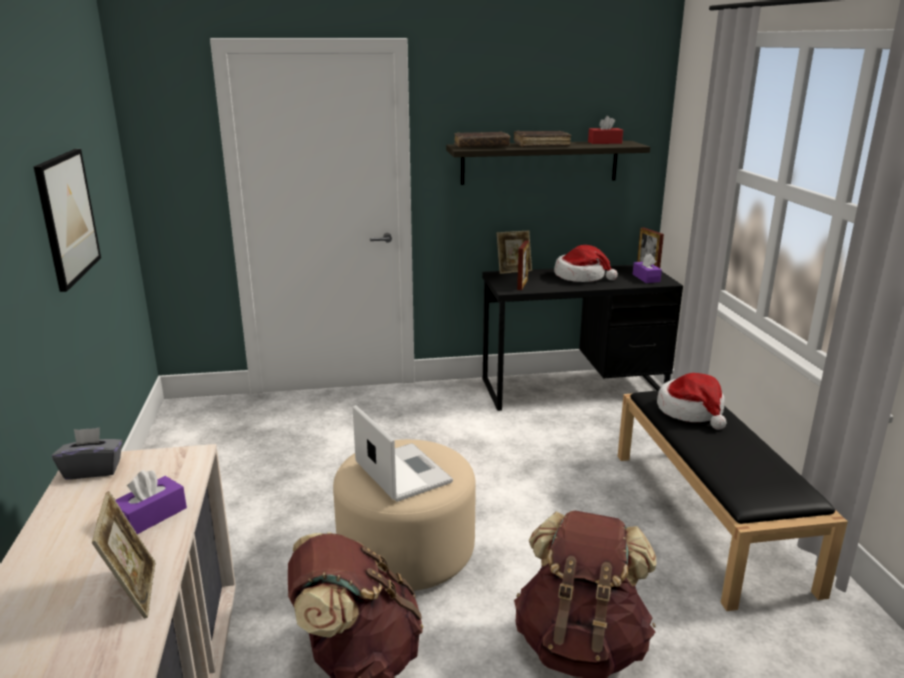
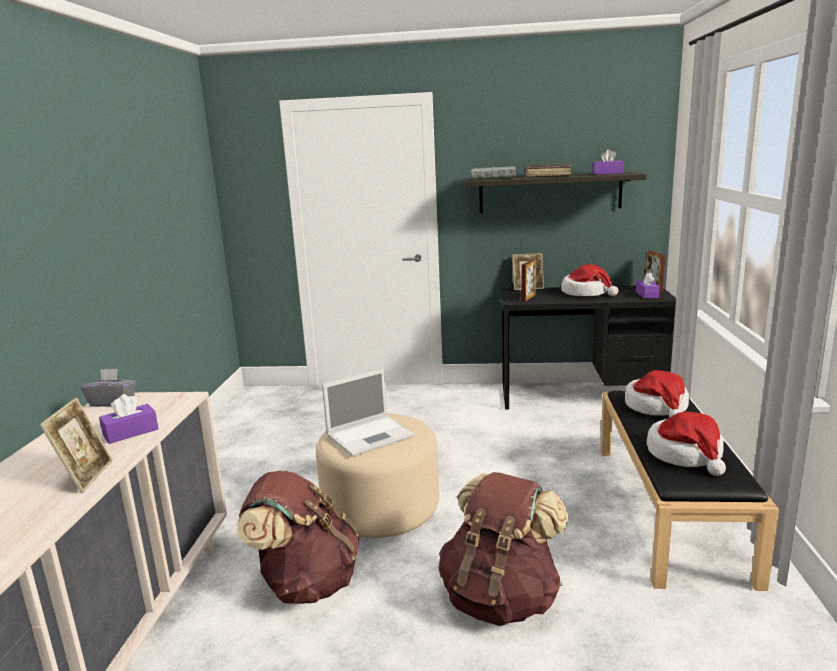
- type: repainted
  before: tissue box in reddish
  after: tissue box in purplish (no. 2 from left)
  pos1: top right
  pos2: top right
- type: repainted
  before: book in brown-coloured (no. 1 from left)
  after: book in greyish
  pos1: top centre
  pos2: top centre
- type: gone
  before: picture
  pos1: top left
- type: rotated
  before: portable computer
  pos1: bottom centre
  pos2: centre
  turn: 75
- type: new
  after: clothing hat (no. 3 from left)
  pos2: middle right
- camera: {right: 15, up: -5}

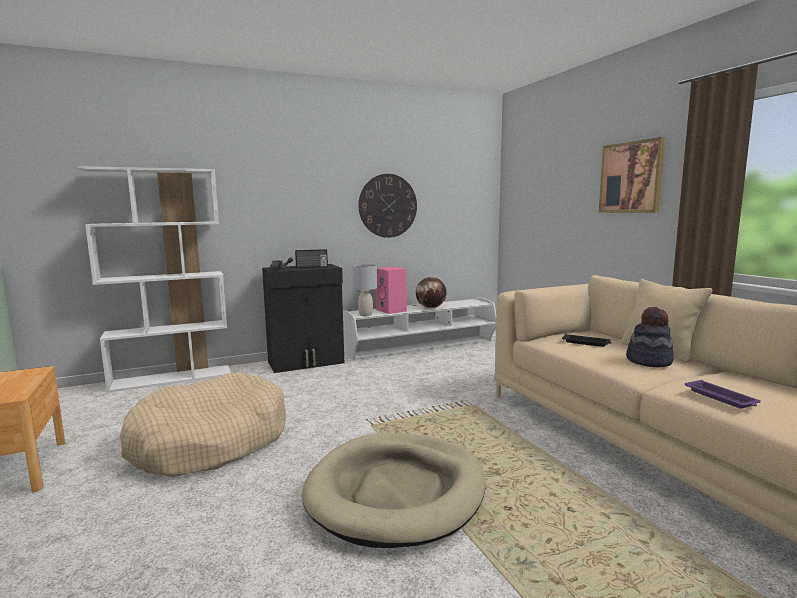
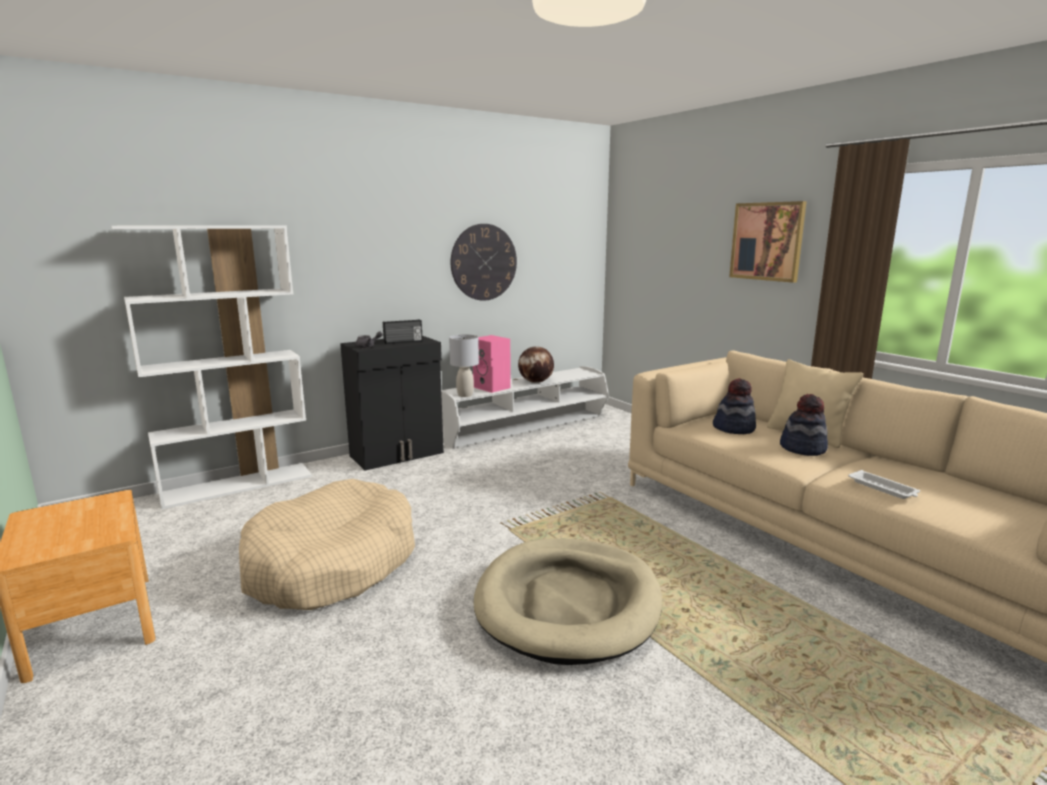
- type: swapped
  before: serving tray in black
  after: clothing hat (no. 1 from left)
  pos1: middle right
  pos2: middle right
- type: repainted
  before: serving tray in purplish
  after: serving tray in whitish
  pos1: middle right
  pos2: middle right
- camera: {right: -10, up: 5}

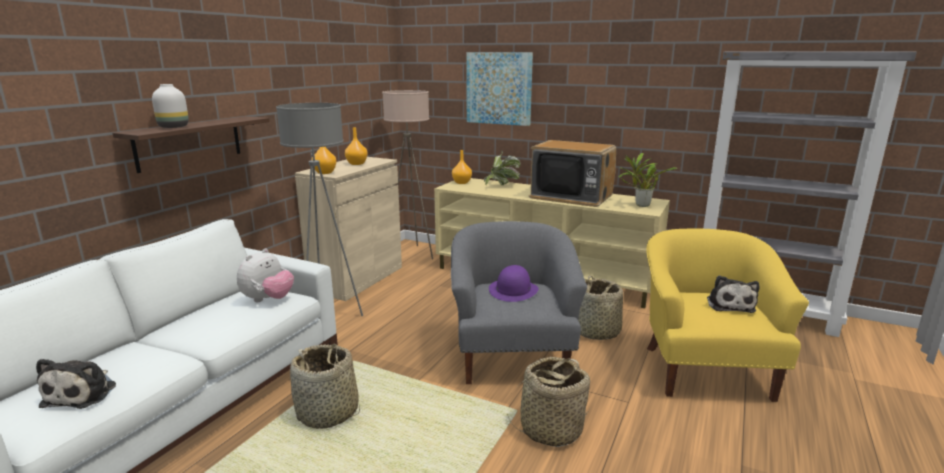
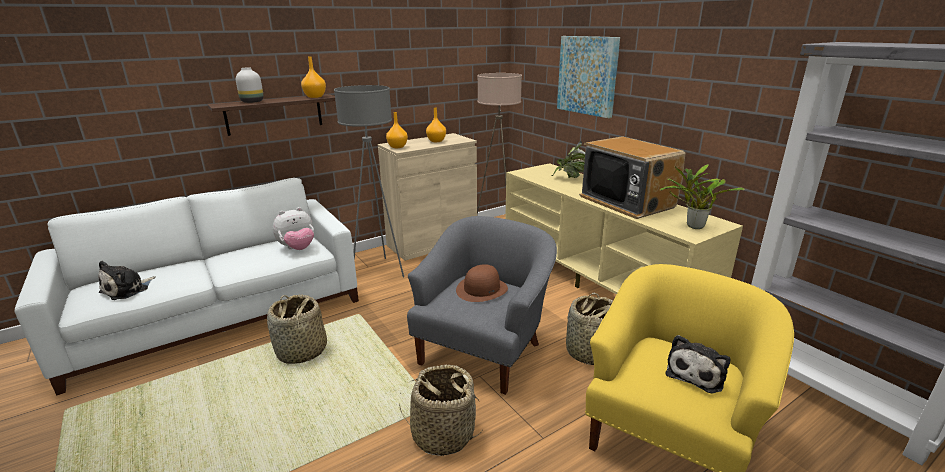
- type: shifted
  before: flower vase in orange-coloured (no. 3 from left in the first image)
  after: flower vase in orange-coloured (no. 1 from left)
  pos1: centre
  pos2: top left
- type: repainted
  before: clothing hat in purplish
  after: clothing hat in brown-coloured
  pos1: centre
  pos2: centre
- camera: {right: 30, up: 5}

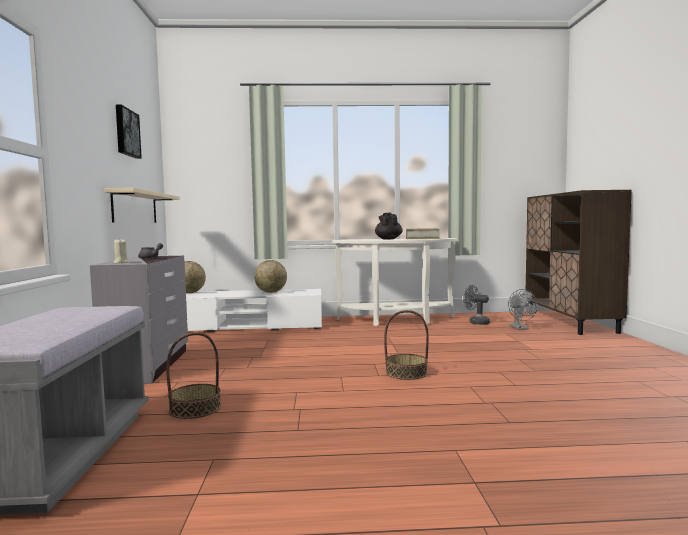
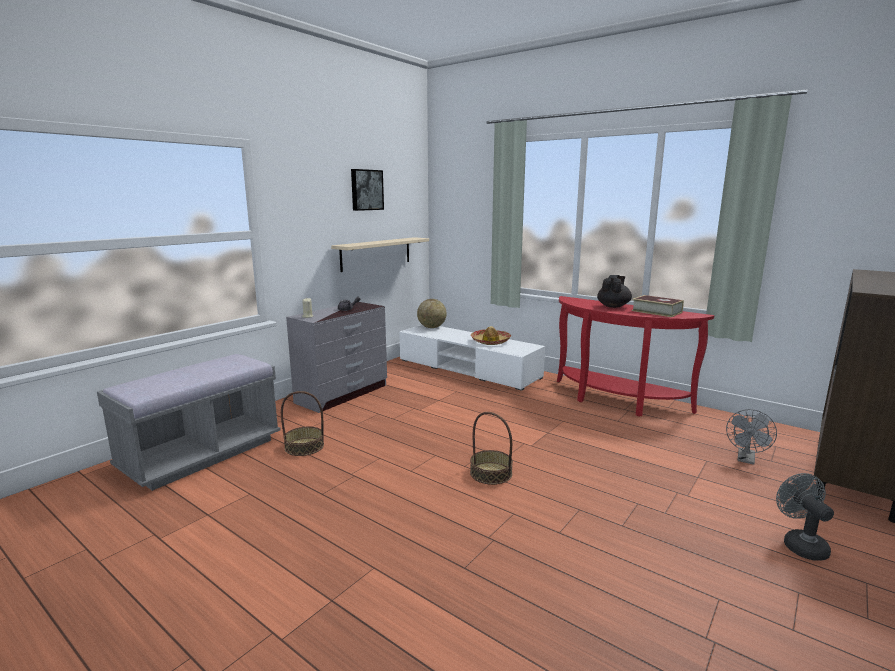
- type: repainted
  before: narrow table in whitish
  after: narrow table in reddish
  pos1: centre
  pos2: middle right
- type: swapped
  before: desk globe (no. 2 from left)
  after: clothing hat
  pos1: centre
  pos2: centre
- type: shifted
  before: cooling fan in greyish (no. 1 from left in the first image)
  after: cooling fan in greyish (no. 2 from left)
  pos1: middle right
  pos2: bottom right
- camera: {right: 40, up: 10}

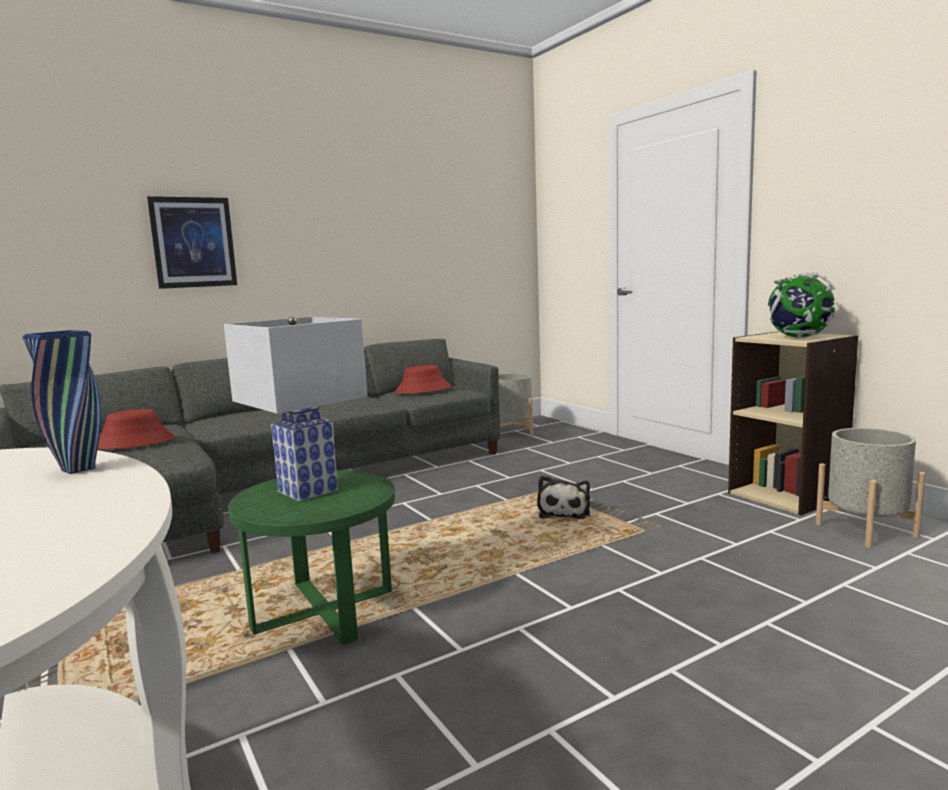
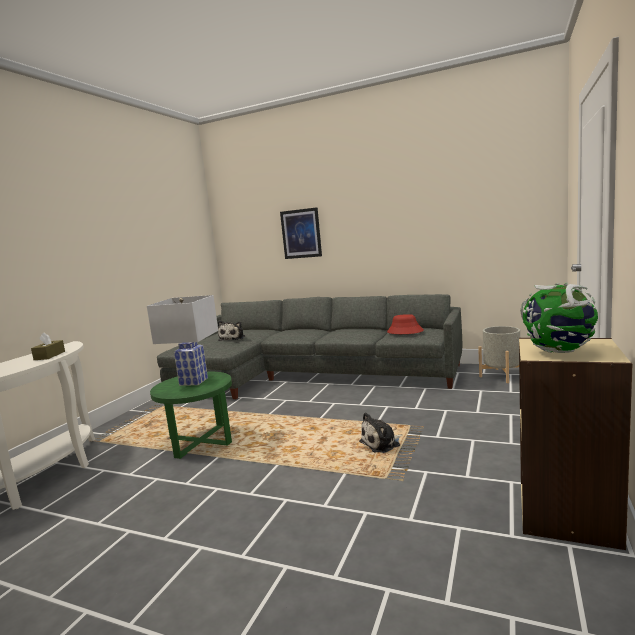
- type: swapped
  before: flower vase in bluish
  after: tissue box in brown-coloured
  pos1: middle left
  pos2: middle left
- type: swapped
  before: clothing hat in reddish (no. 1 from left)
  after: cuddly toy (no. 1 from left)
  pos1: middle left
  pos2: centre
- type: gone
  before: planter in greyish (no. 2 from left)
  pos1: middle right
- camera: {right: 55, up: 0}

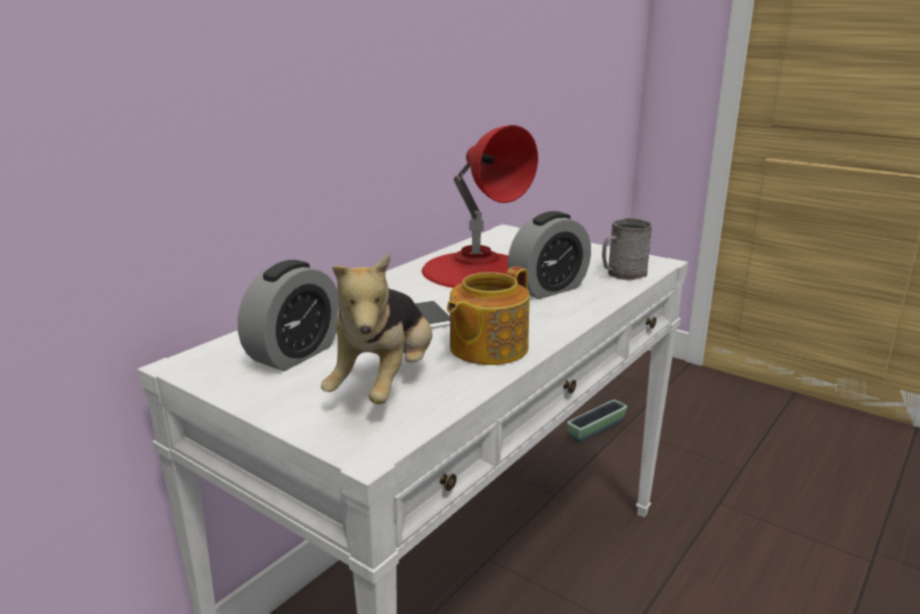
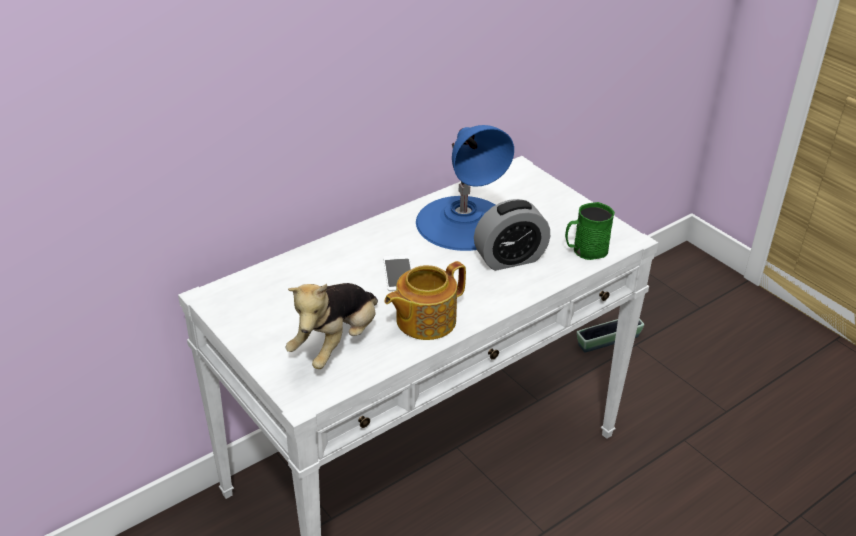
- type: repainted
  before: lamp for a table in reddish
  after: lamp for a table in bluish
  pos1: centre
  pos2: centre
- type: repainted
  before: mug in greyish
  after: mug in greenish
  pos1: middle right
  pos2: middle right
- type: gone
  before: alarm clock (no. 1 from left)
  pos1: middle left
- camera: {right: 15, up: 15}

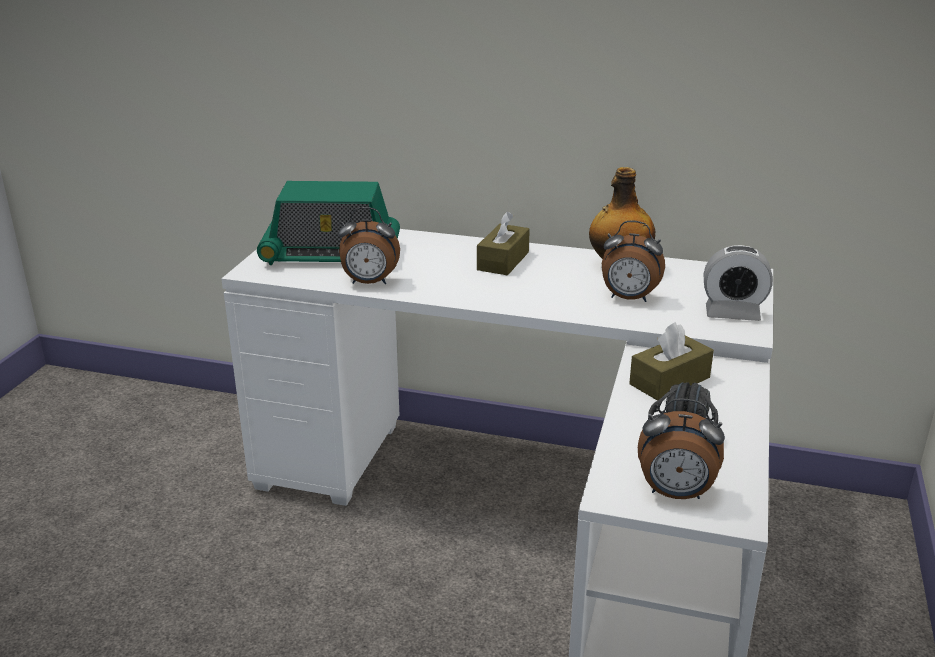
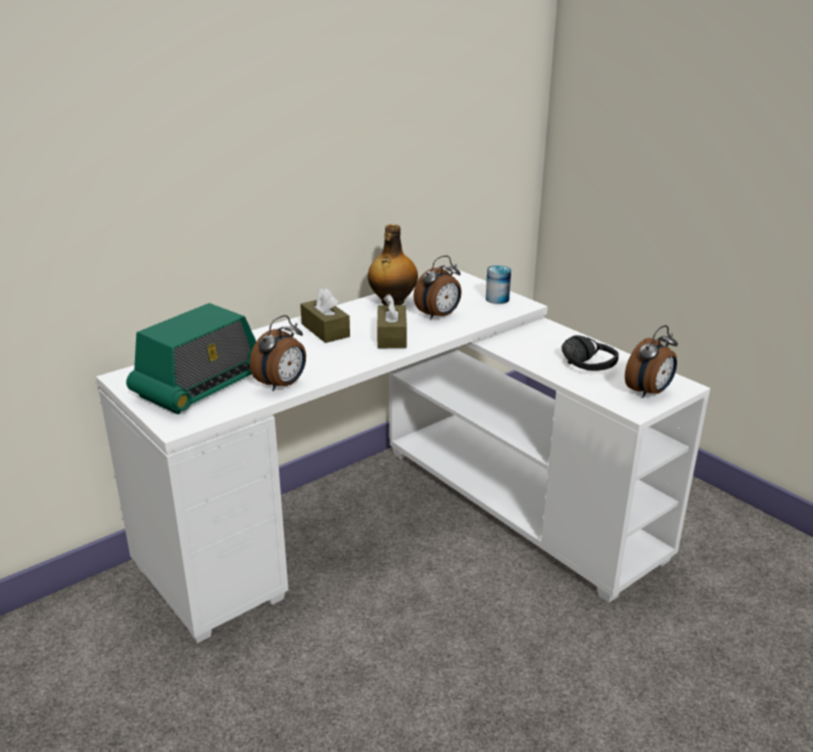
- type: swapped
  before: alarm clock (no. 4 from left)
  after: can
  pos1: middle right
  pos2: centre
- type: shifted
  before: tissue box in brown-coloured (no. 2 from left)
  pos1: middle right
  pos2: centre
- camera: {right: -55, up: 0}

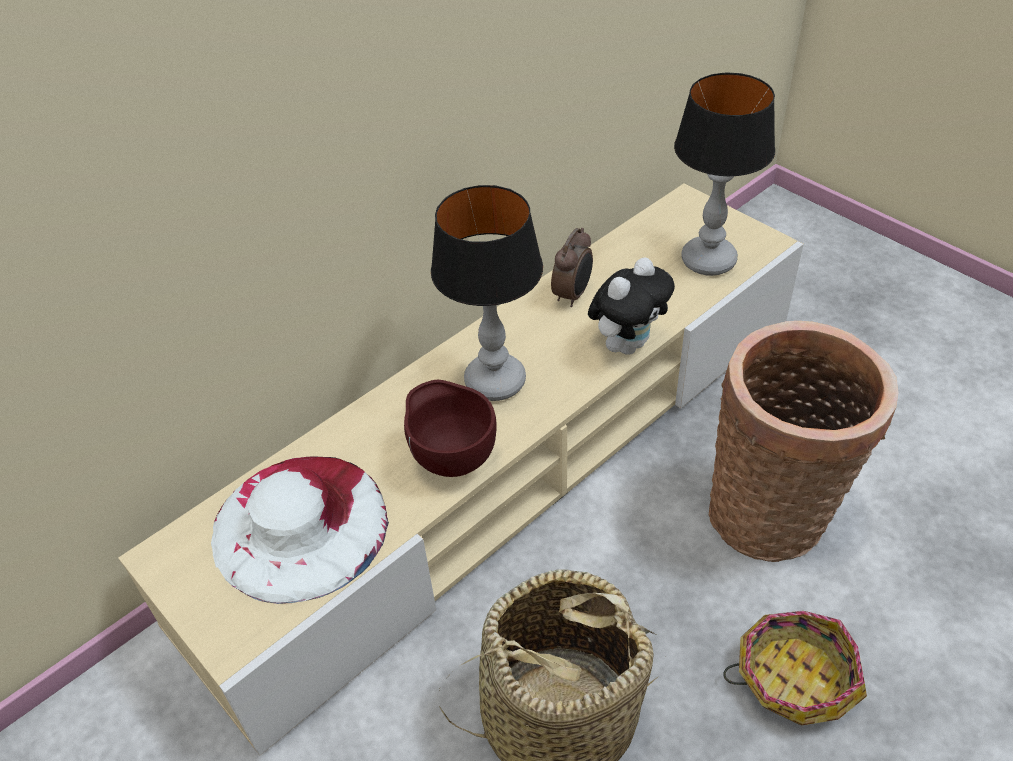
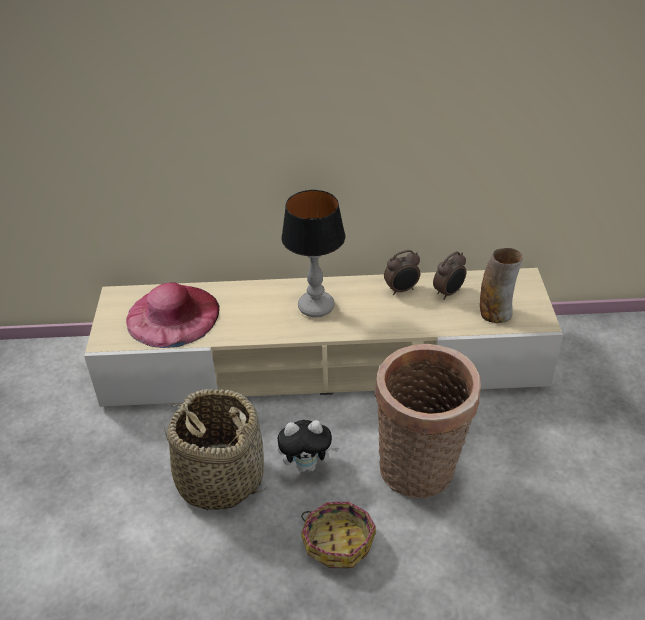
- type: swapped
  before: lamp for a table (no. 2 from left)
  after: flower vase
  pos1: top right
  pos2: middle right
- type: shifted
  before: cuddly toy
  pos1: centre
  pos2: bottom centre
- type: gone
  before: deep dish in brown-coloured
  pos1: centre
- type: repainted
  before: clothing hat in whitish
  after: clothing hat in pinkish
  pos1: bottom left
  pos2: middle left
- type: new
  after: alarm clock (no. 2 from left)
  pos2: middle right
- camera: {right: 40, up: -5}

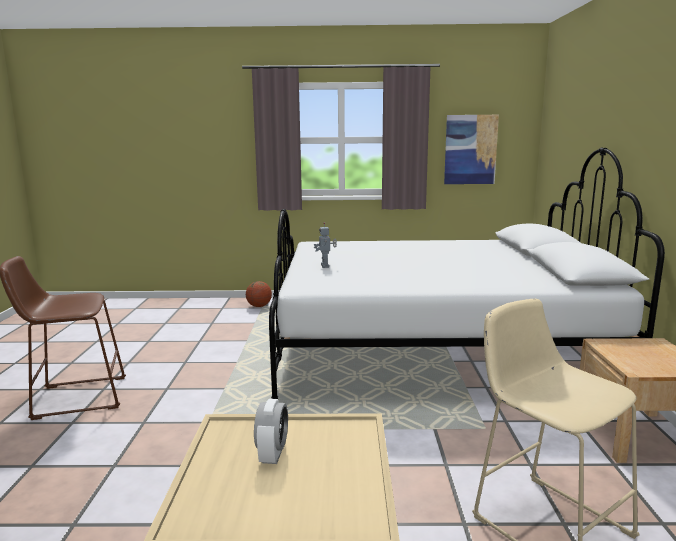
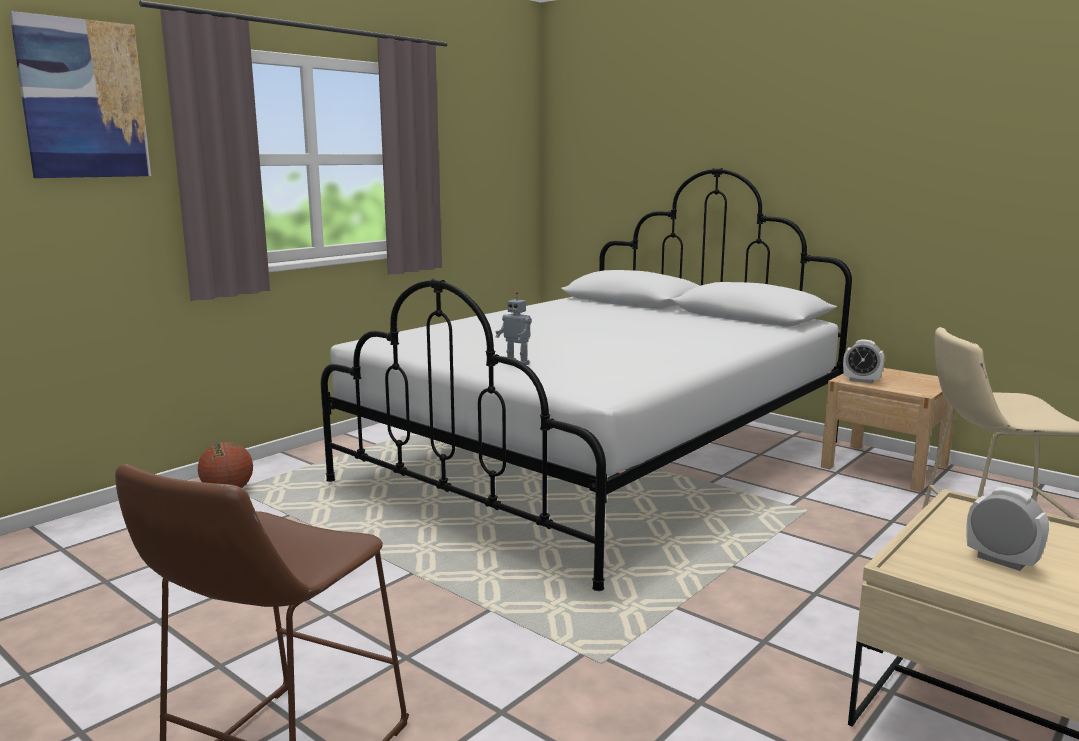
- type: shifted
  before: picture
  pos1: top right
  pos2: top left
- type: new
  after: alarm clock (no. 1 from left)
  pos2: middle right
- camera: {right: -50, up: 0}

